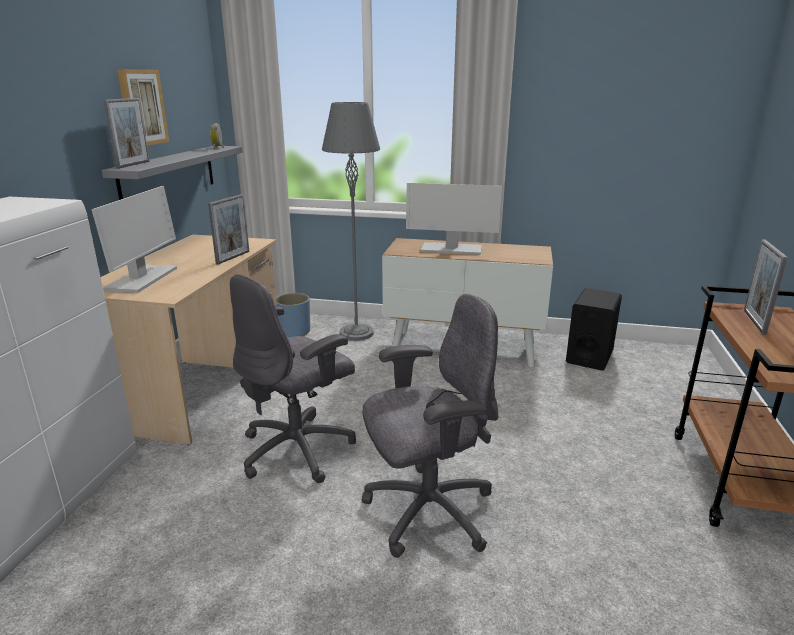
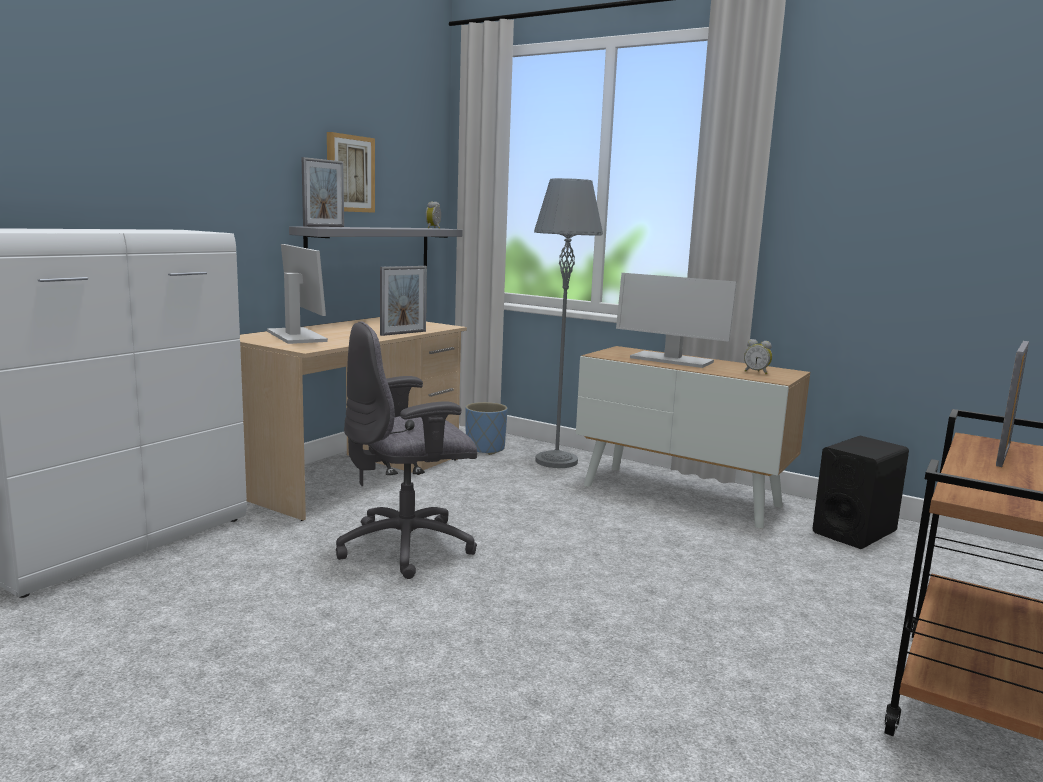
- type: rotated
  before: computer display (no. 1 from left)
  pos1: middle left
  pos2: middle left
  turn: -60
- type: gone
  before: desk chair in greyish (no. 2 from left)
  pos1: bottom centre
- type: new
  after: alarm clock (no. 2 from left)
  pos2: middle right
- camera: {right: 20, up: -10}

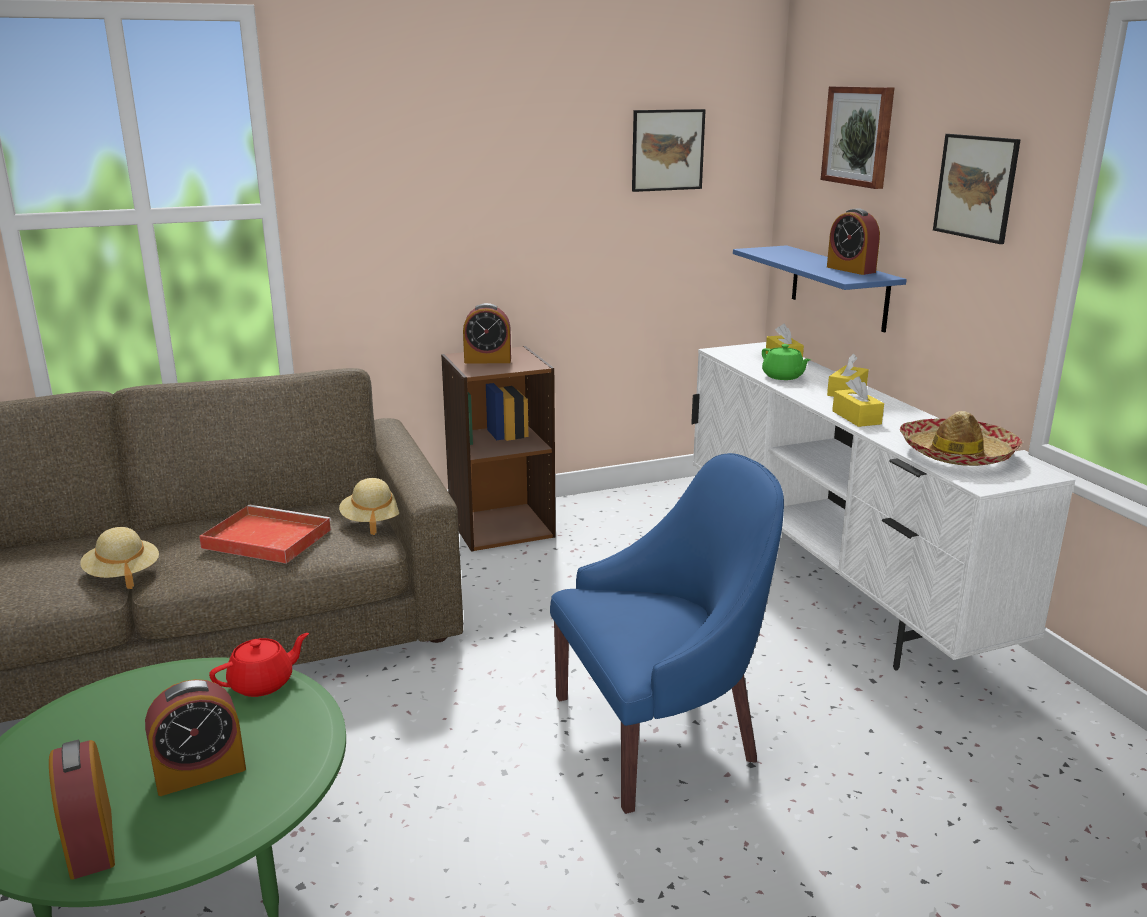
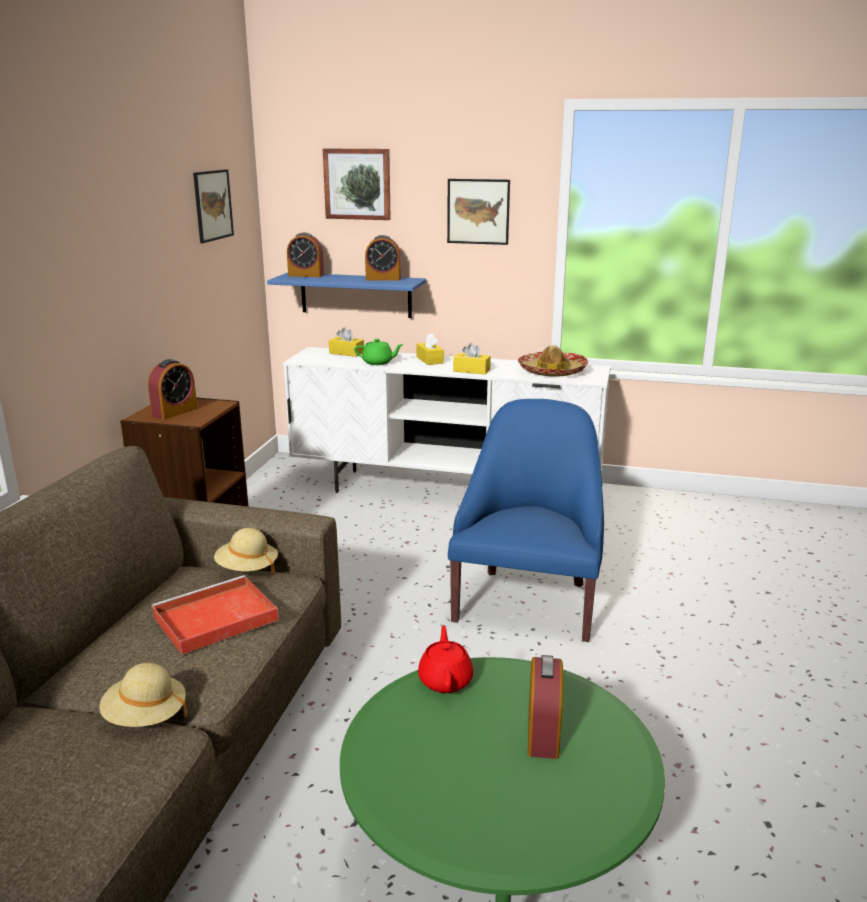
- type: shifted
  before: alarm clock (no. 1 from left in the first image)
  after: alarm clock (no. 2 from left)
  pos1: bottom left
  pos2: top centre
- camera: {right: -55, up: 0}

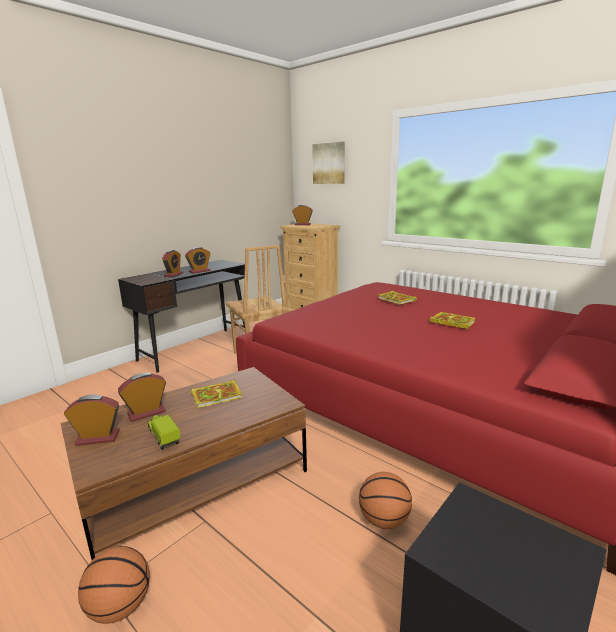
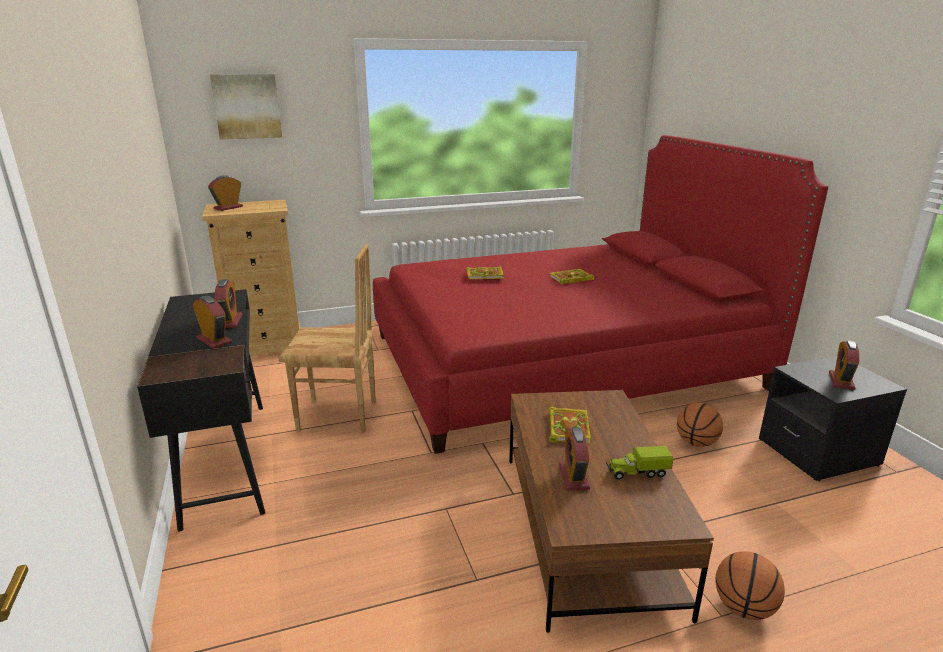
- type: shifted
  before: alarm clock (no. 1 from left in the first image)
  after: alarm clock (no. 5 from left)
  pos1: middle left
  pos2: middle right
- camera: {right: -60, up: 5}

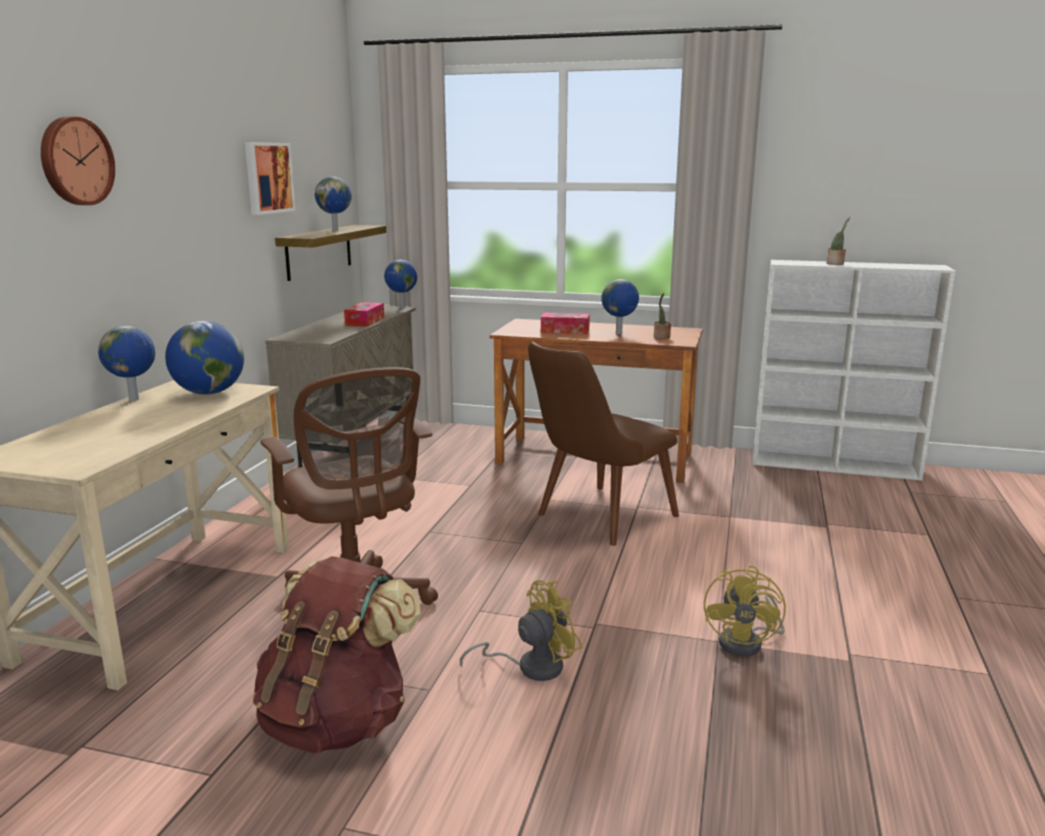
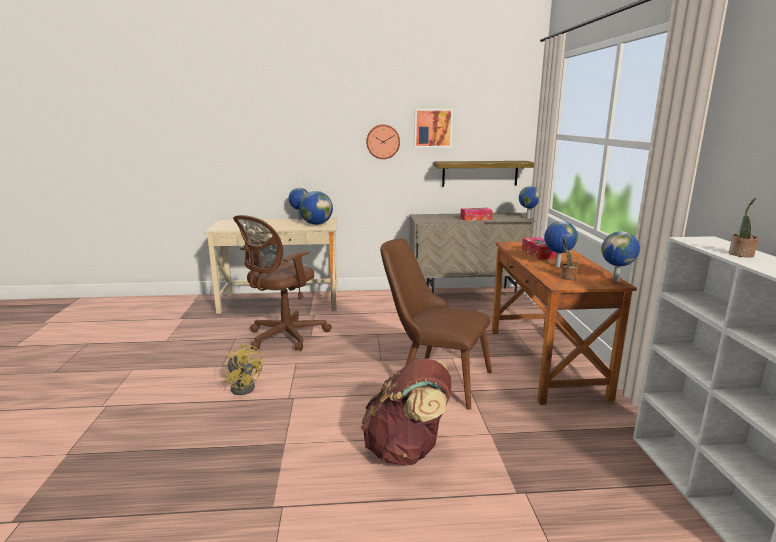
- type: shifted
  before: clock on the wall
  pos1: top left
  pos2: top centre
- type: shifted
  before: desk globe (no. 3 from left in the first image)
  after: desk globe (no. 5 from left)
  pos1: top left
  pos2: middle right
- type: shifted
  before: backpack in brown-coloured
  pos1: bottom left
  pos2: bottom centre
- type: gone
  before: cooling fan in yellow-coloured (no. 2 from left)
  pos1: bottom right
- camera: {right: 70, up: 0}

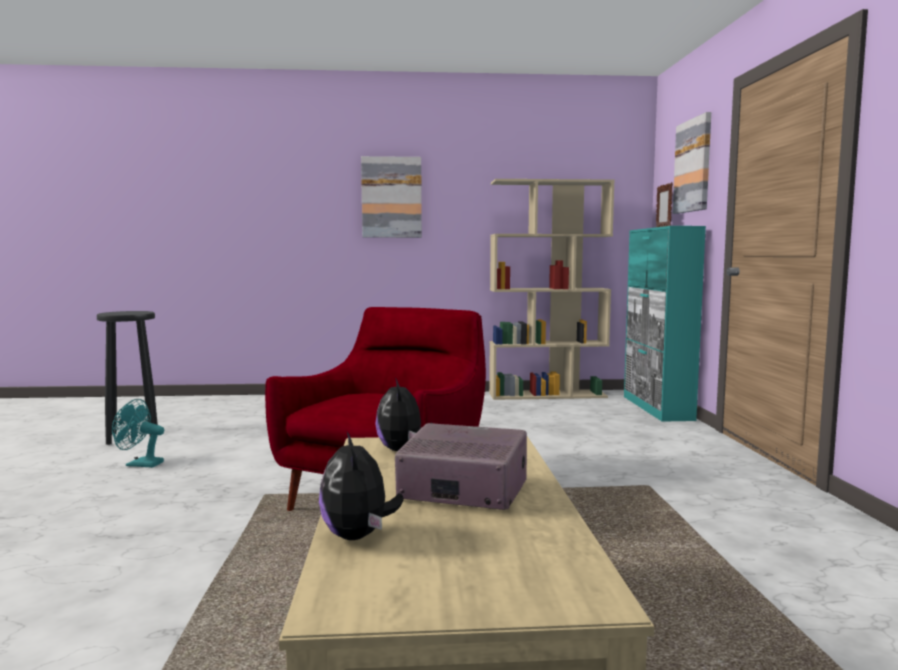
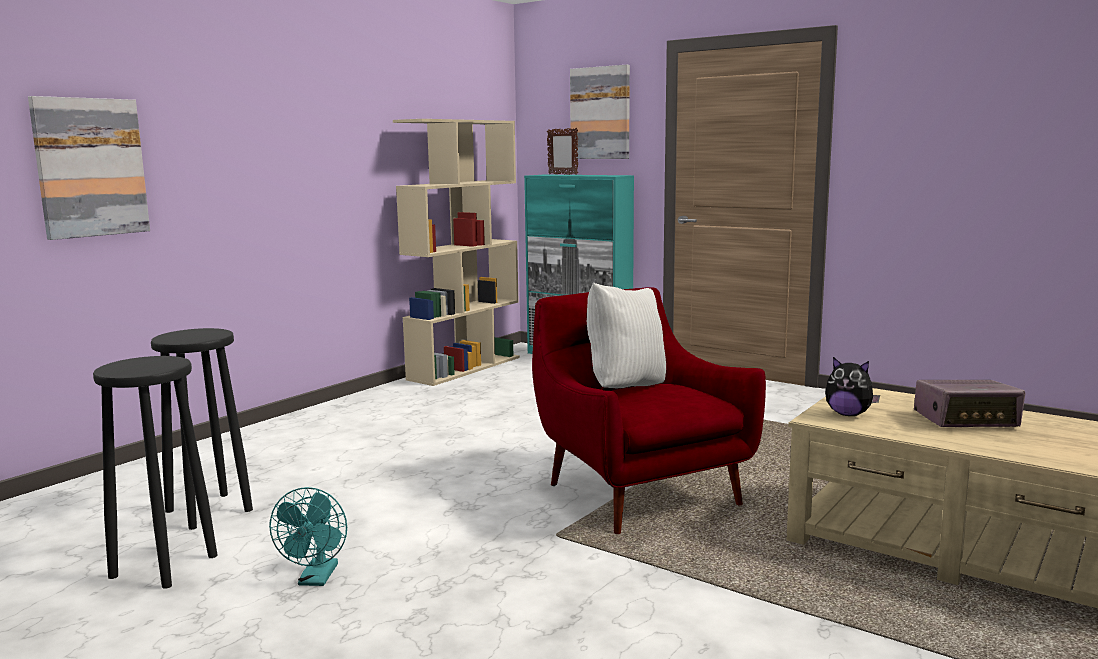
- type: shifted
  before: picture (no. 1 from left)
  pos1: top centre
  pos2: top left
- type: rotated
  before: cooling fan in turquoise-coloured
  pos1: middle left
  pos2: bottom left
  turn: -45
- type: rotated
  before: radio set
  pos1: bottom centre
  pos2: middle right
  turn: -150
- type: gone
  before: cuddly toy (no. 1 from left)
  pos1: bottom centre
- type: new
  after: pillow in whitish
  pos2: centre
- type: new
  after: sitting stool in black (no. 2 from left)
  pos2: middle left
- camera: {right: -50, up: 5}

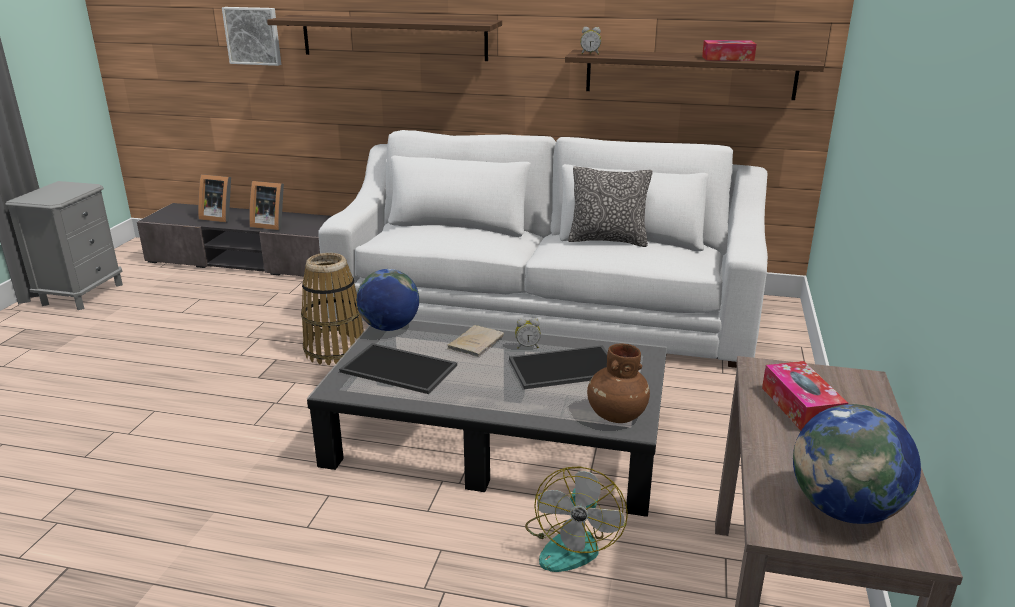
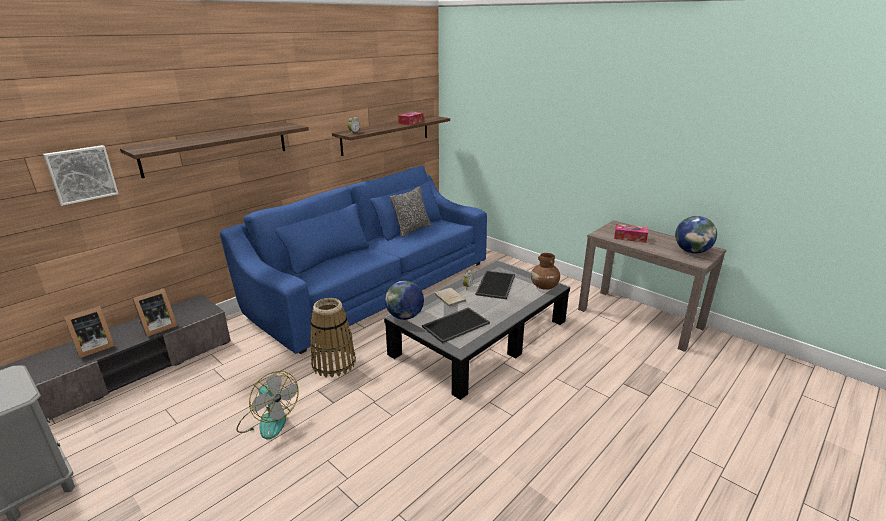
- type: repainted
  before: sofa in whitish
  after: sofa in bluish
  pos1: centre
  pos2: centre
- type: shifted
  before: cooling fan
  pos1: bottom centre
  pos2: bottom left
- camera: {right: -60, up: 0}

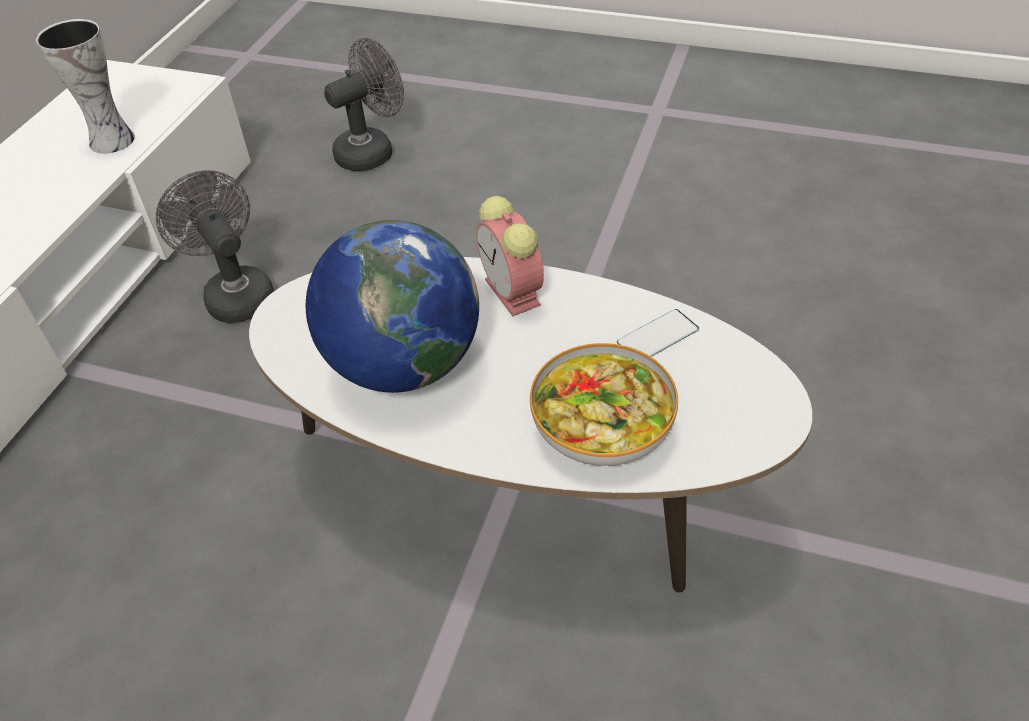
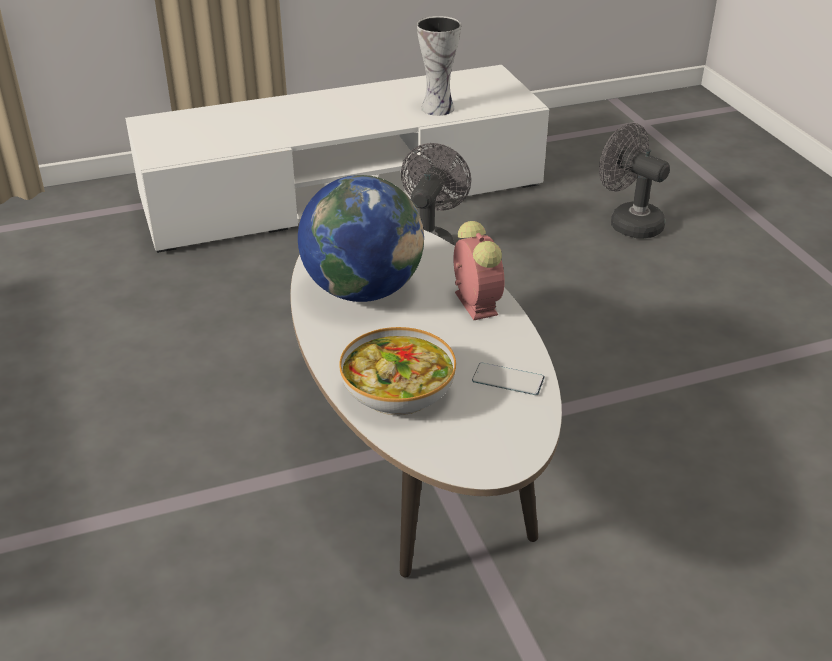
- type: rotated
  before: cooling fan in greyish (no. 2 from left)
  pos1: top centre
  pos2: top right
  turn: -150
- type: rotated
  before: alarm clock
  pos1: centre
  pos2: centre
  turn: 135
- camera: {right: 50, up: -10}

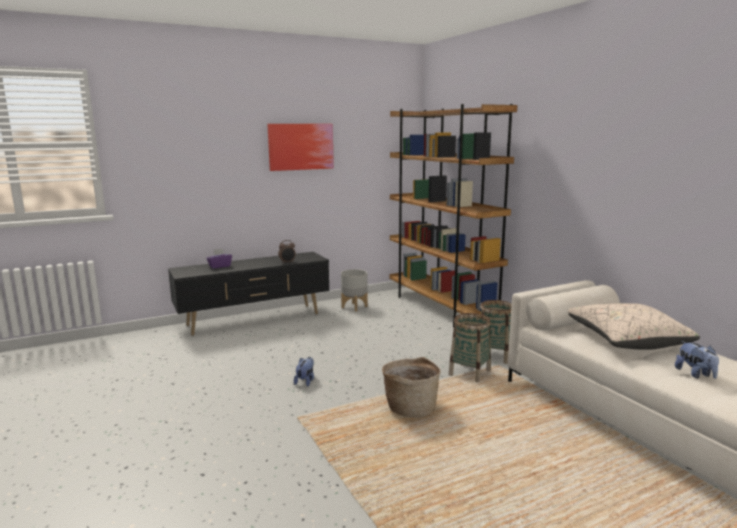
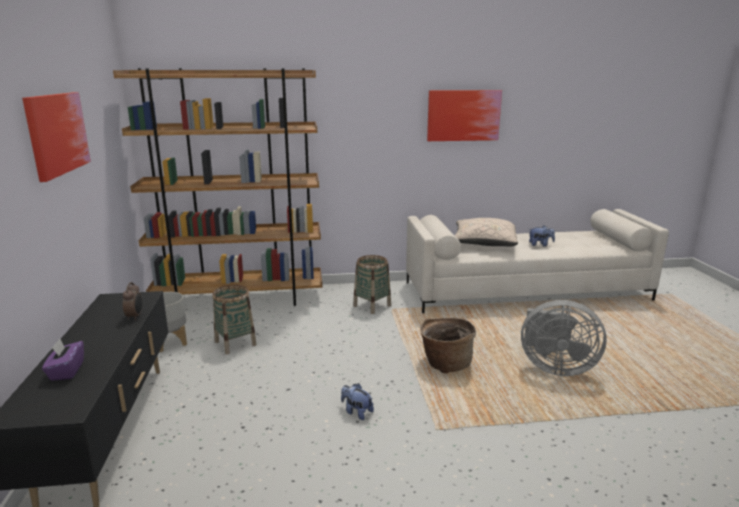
- type: shifted
  before: basket (no. 2 from left in the first image)
  after: basket (no. 1 from left)
  pos1: centre
  pos2: middle left
- type: new
  after: picture (no. 2 from left)
  pos2: top centre
- type: new
  after: cooling fan in greyish
  pos2: bottom right
- camera: {right: -70, up: 5}

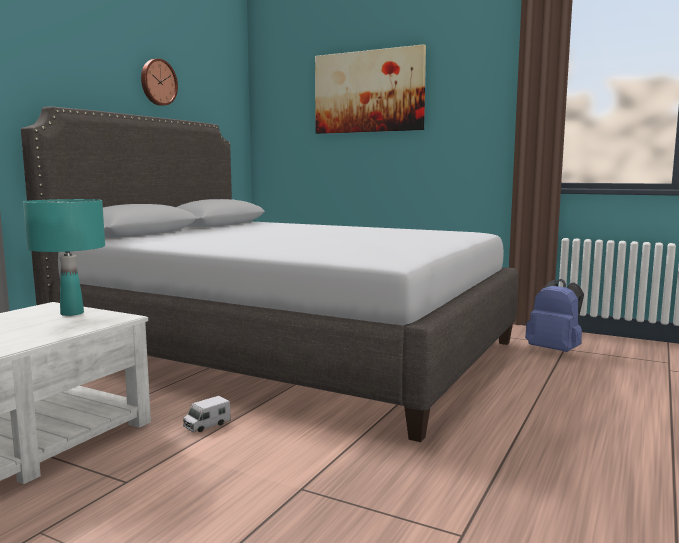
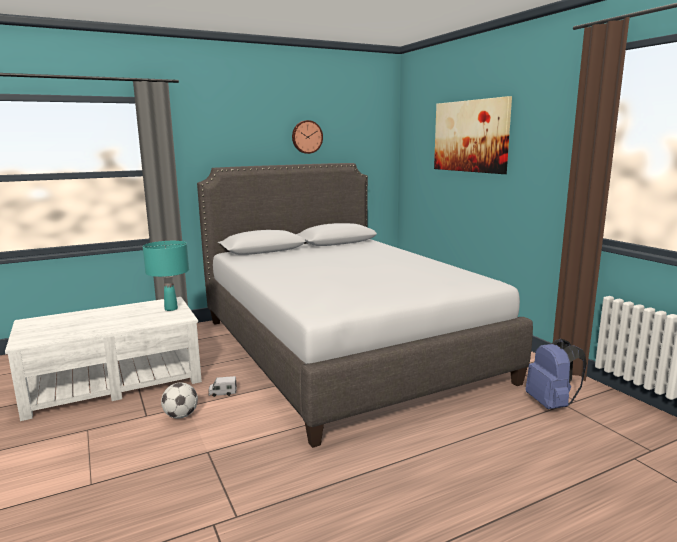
- type: new
  after: ball for football
  pos2: bottom left
- camera: {right: 35, up: 5}

